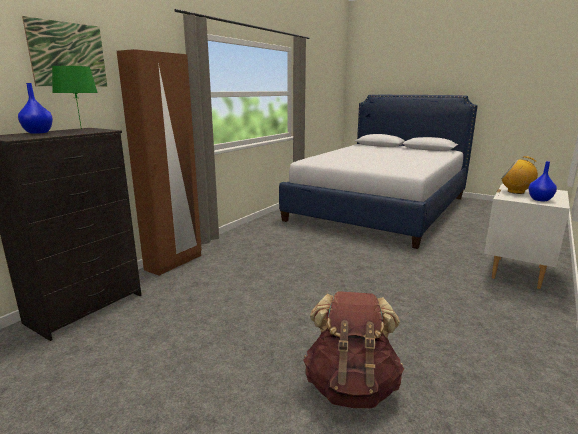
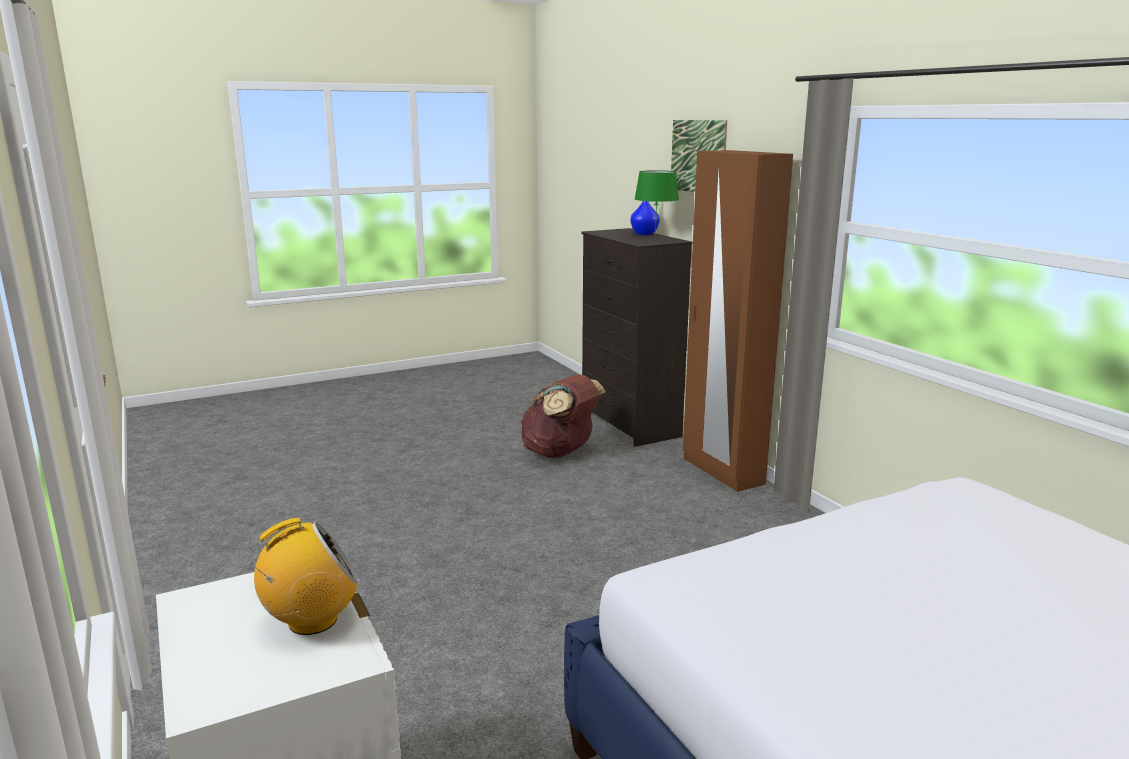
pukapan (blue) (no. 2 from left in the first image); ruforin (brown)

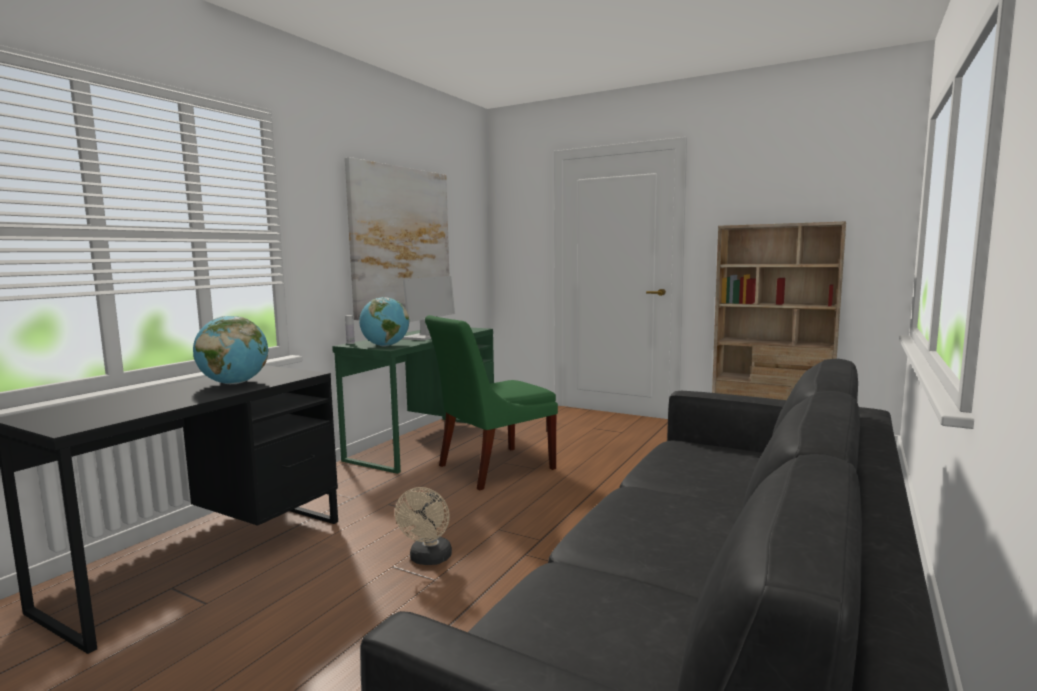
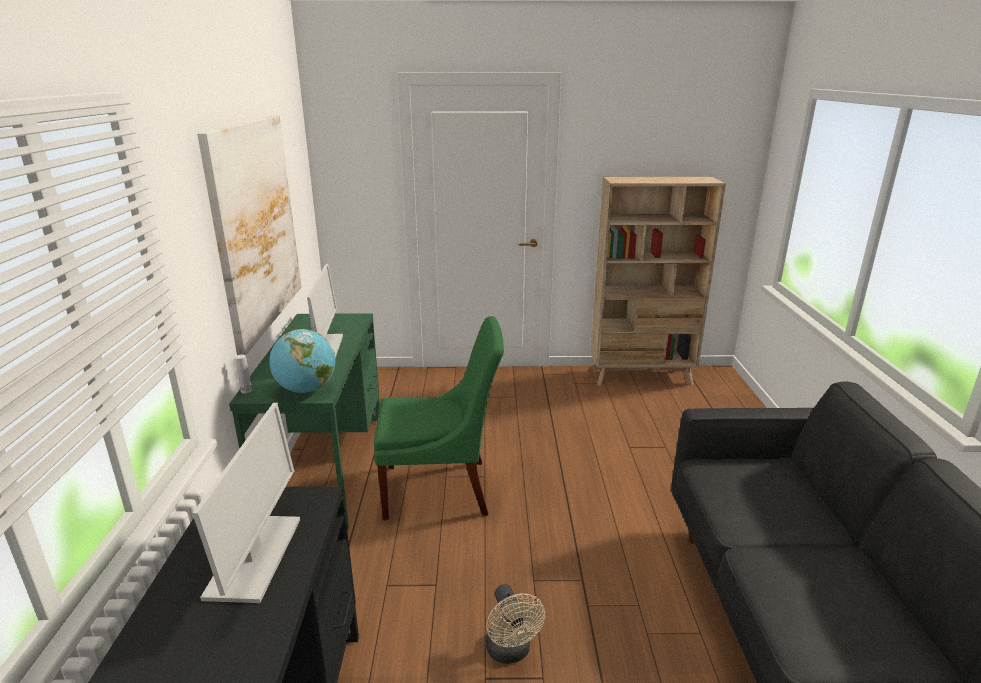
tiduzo (no. 1 from left); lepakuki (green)

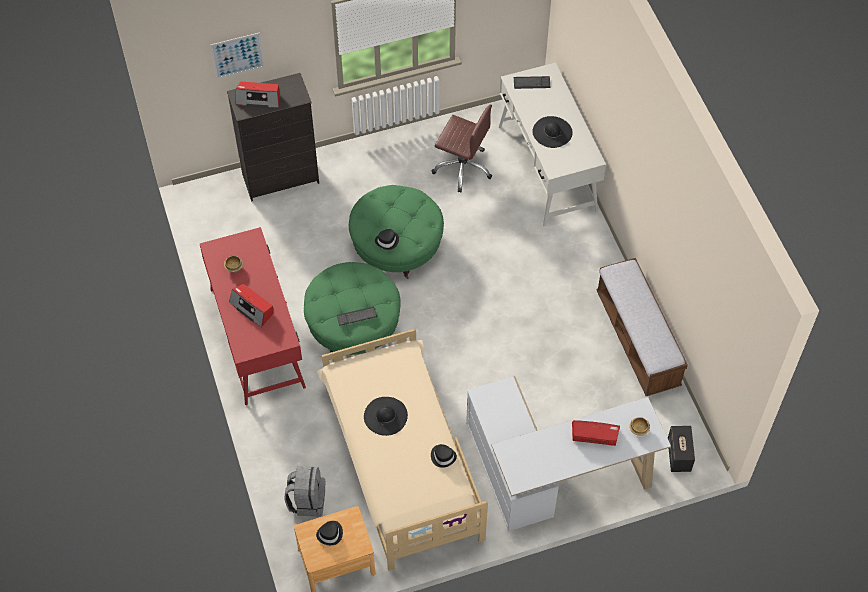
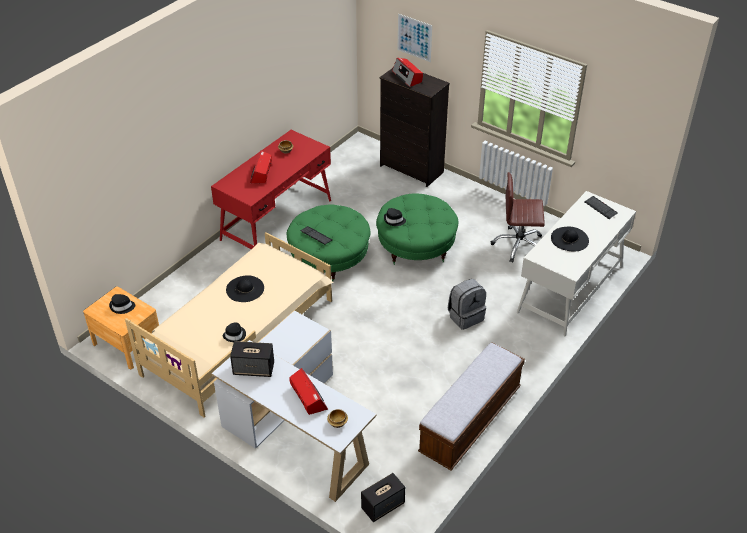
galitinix (no. 1 from left); ruforin (grey); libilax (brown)

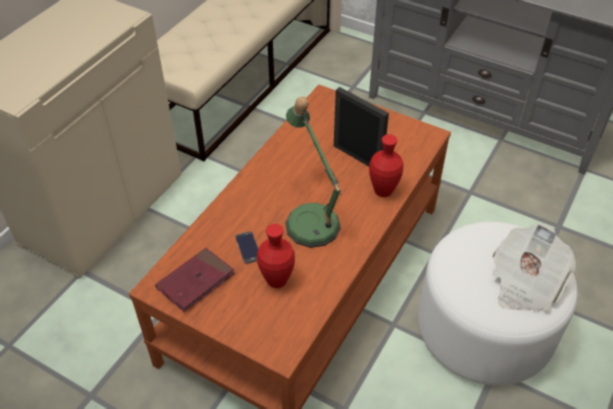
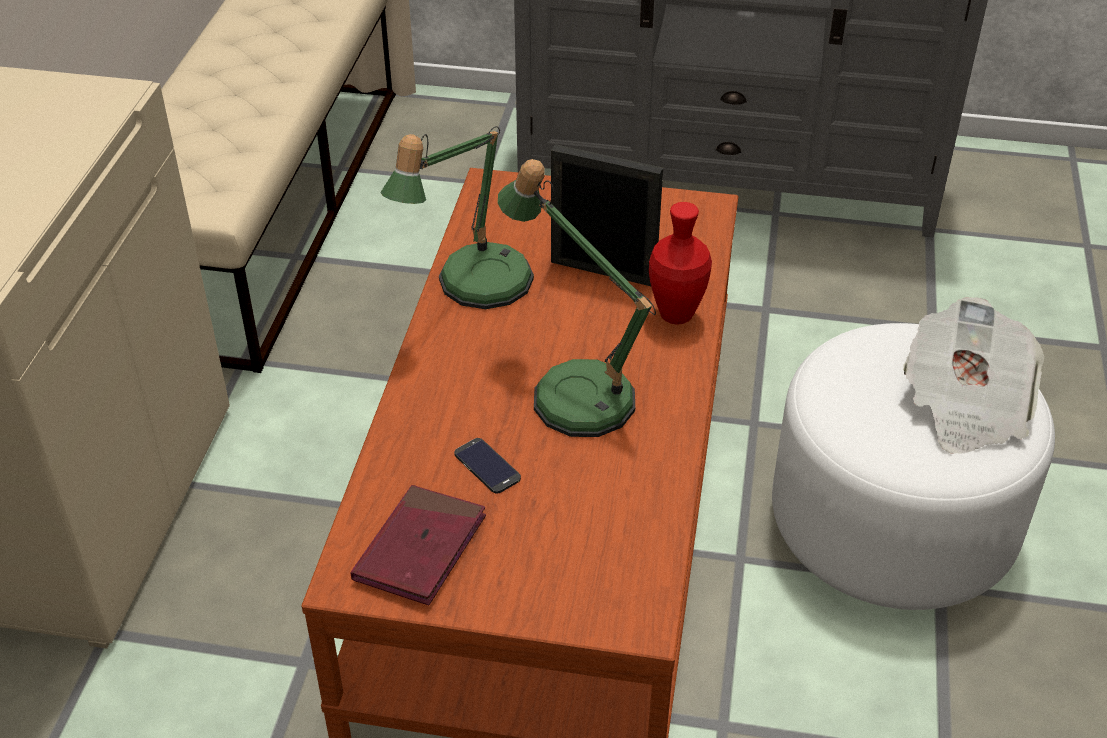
pukapan (red) (no. 1 from left in the first image); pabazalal (no. 1 from left)

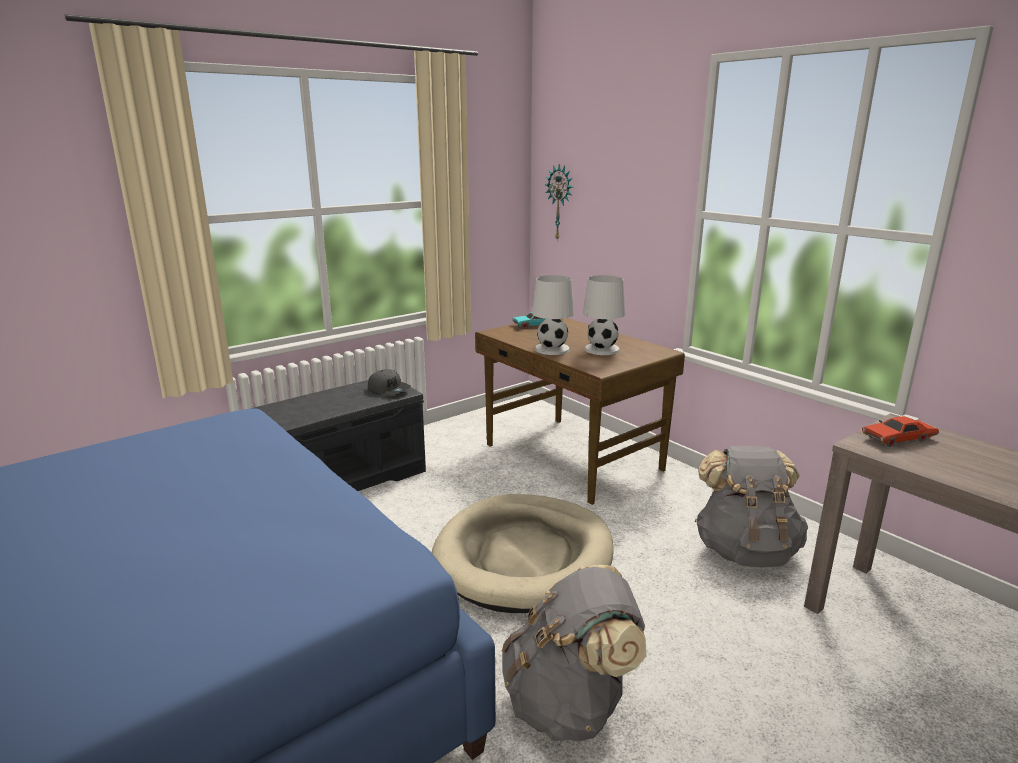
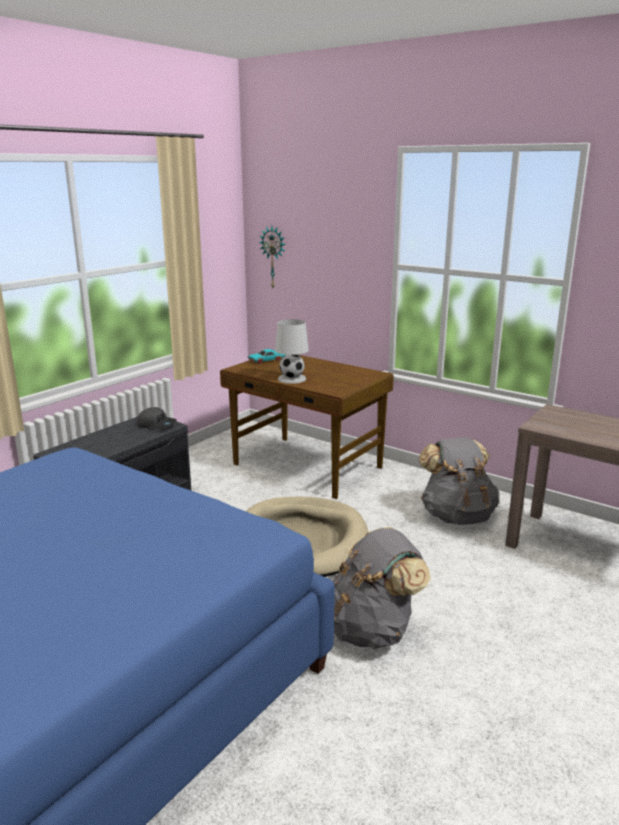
pabazalal (white) (no. 2 from left in the first image); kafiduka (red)

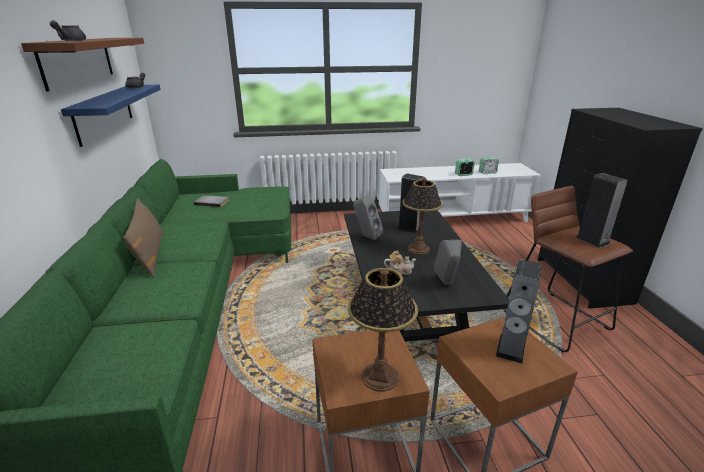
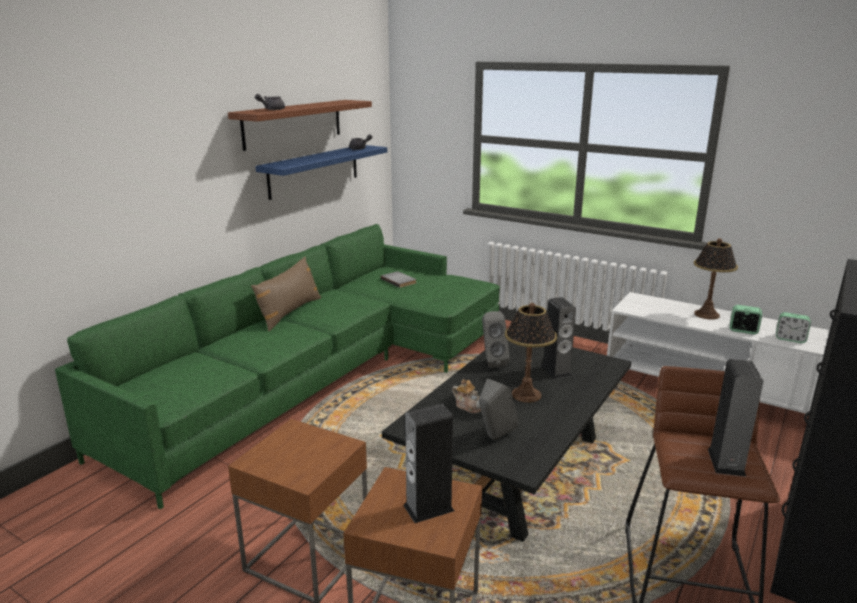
pabazalal (no. 2 from left)

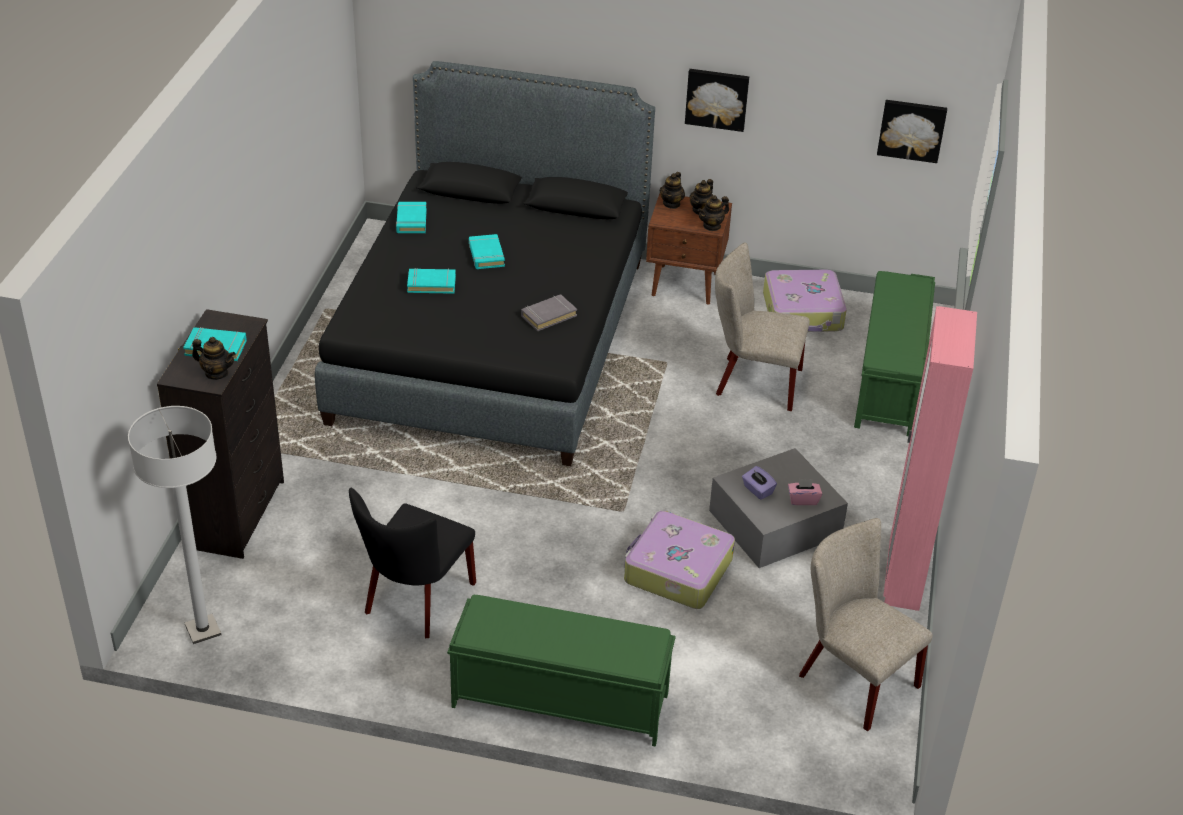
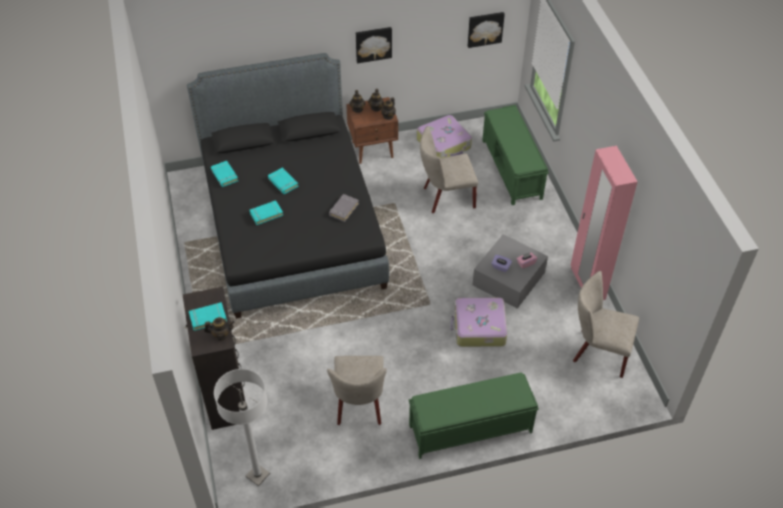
lepakuki (beige) (no. 1 from left)

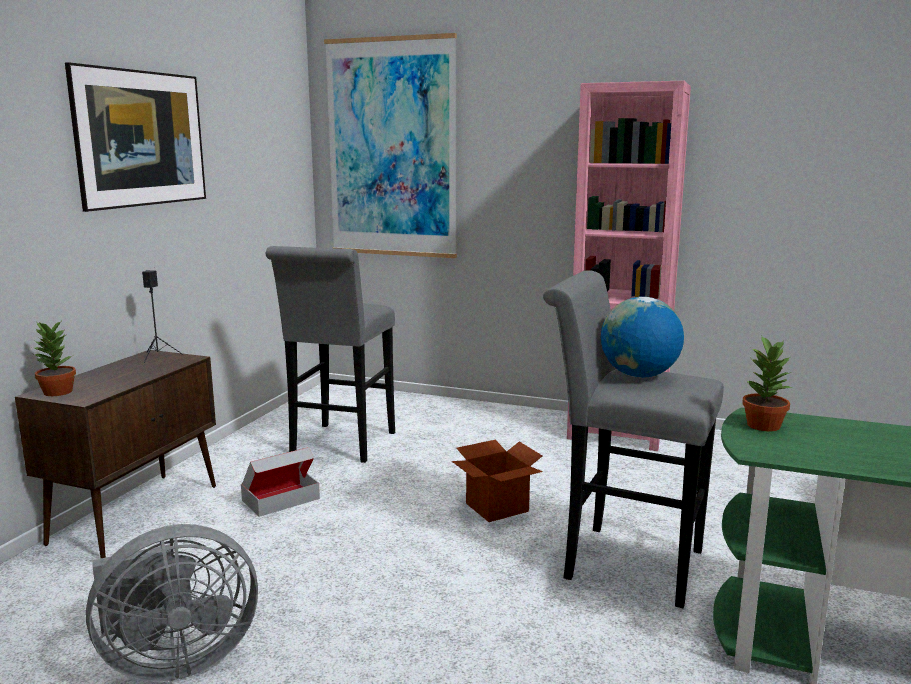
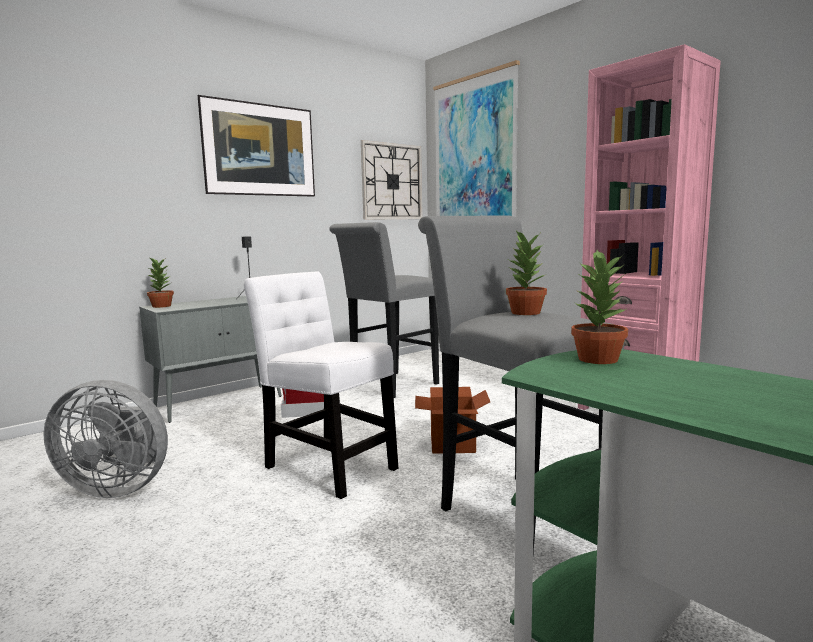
lepakuki (white); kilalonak; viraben (no. 2 from left); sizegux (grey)

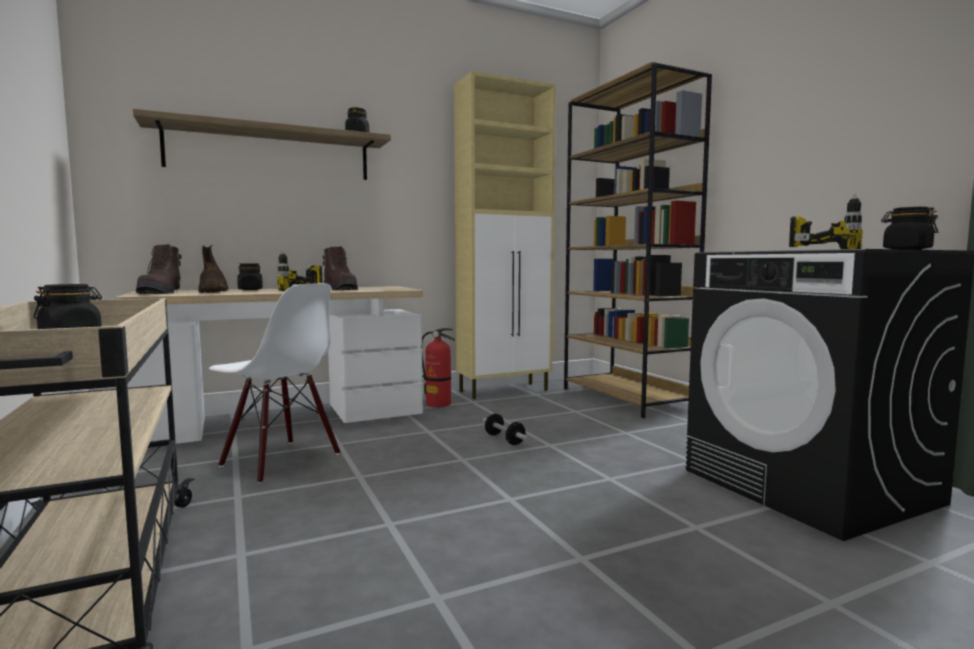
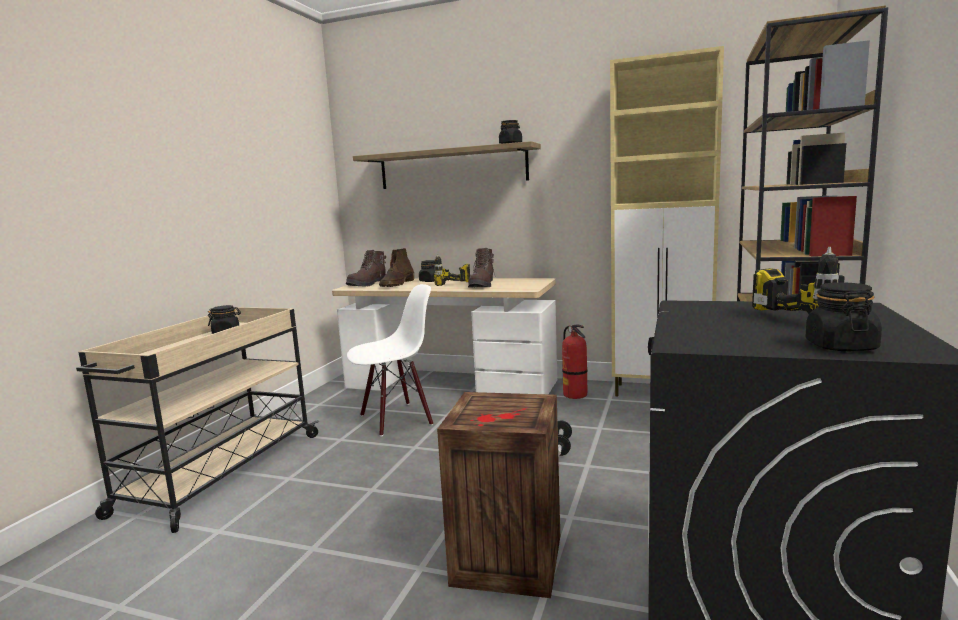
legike; lepakuki (white)

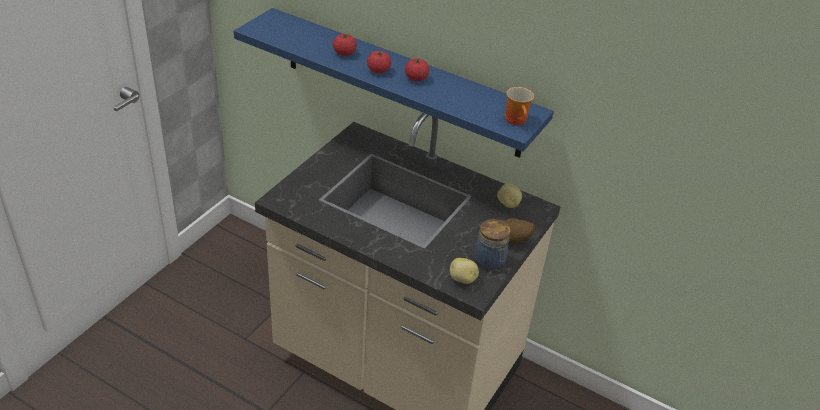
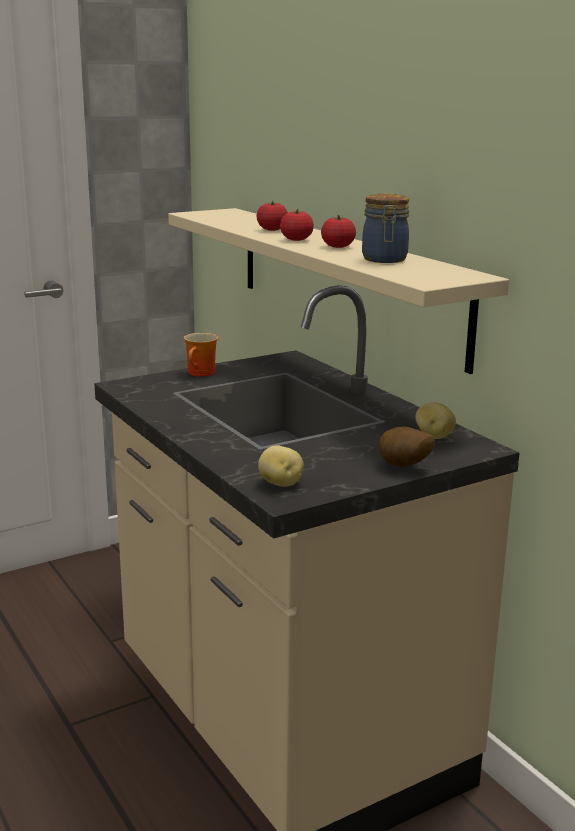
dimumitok; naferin; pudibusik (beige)

